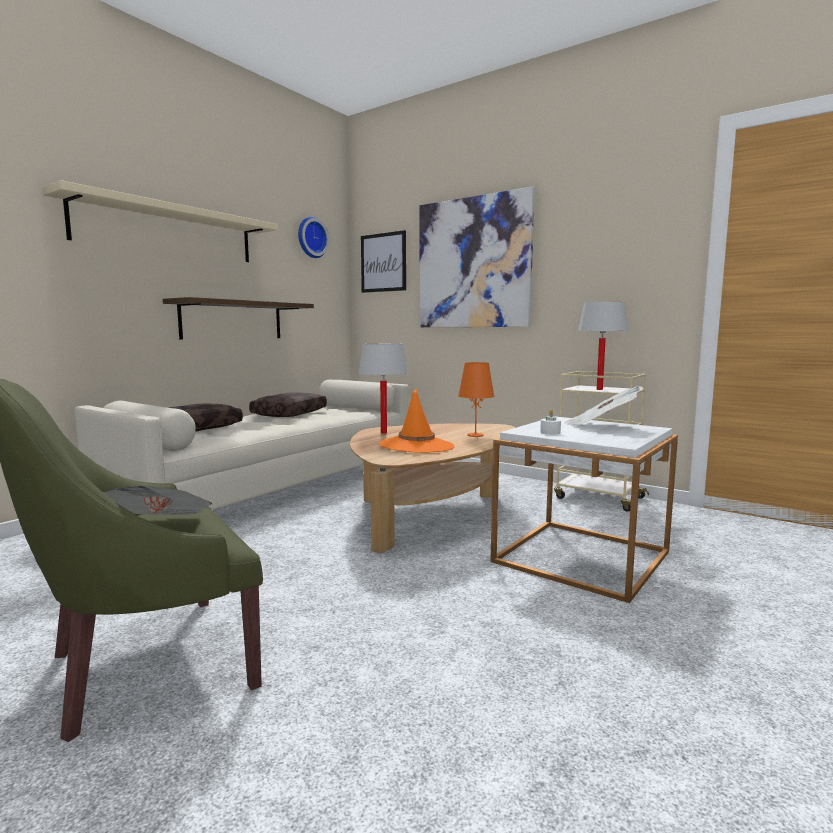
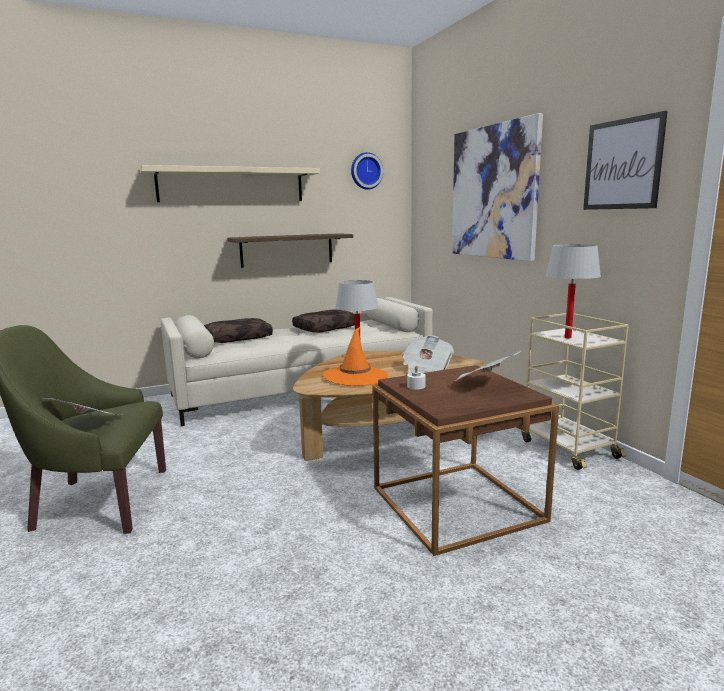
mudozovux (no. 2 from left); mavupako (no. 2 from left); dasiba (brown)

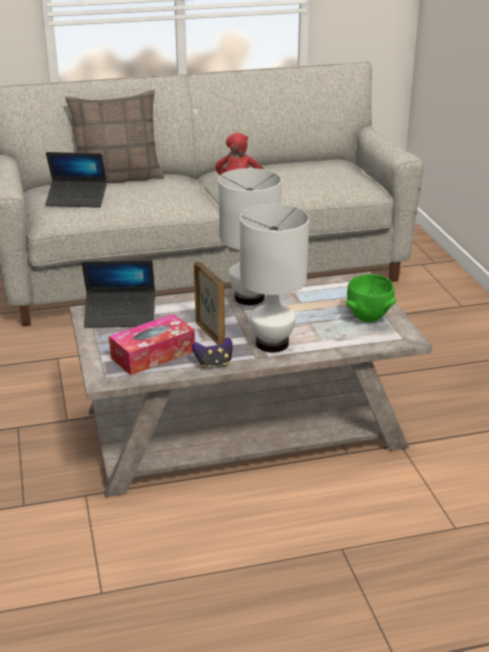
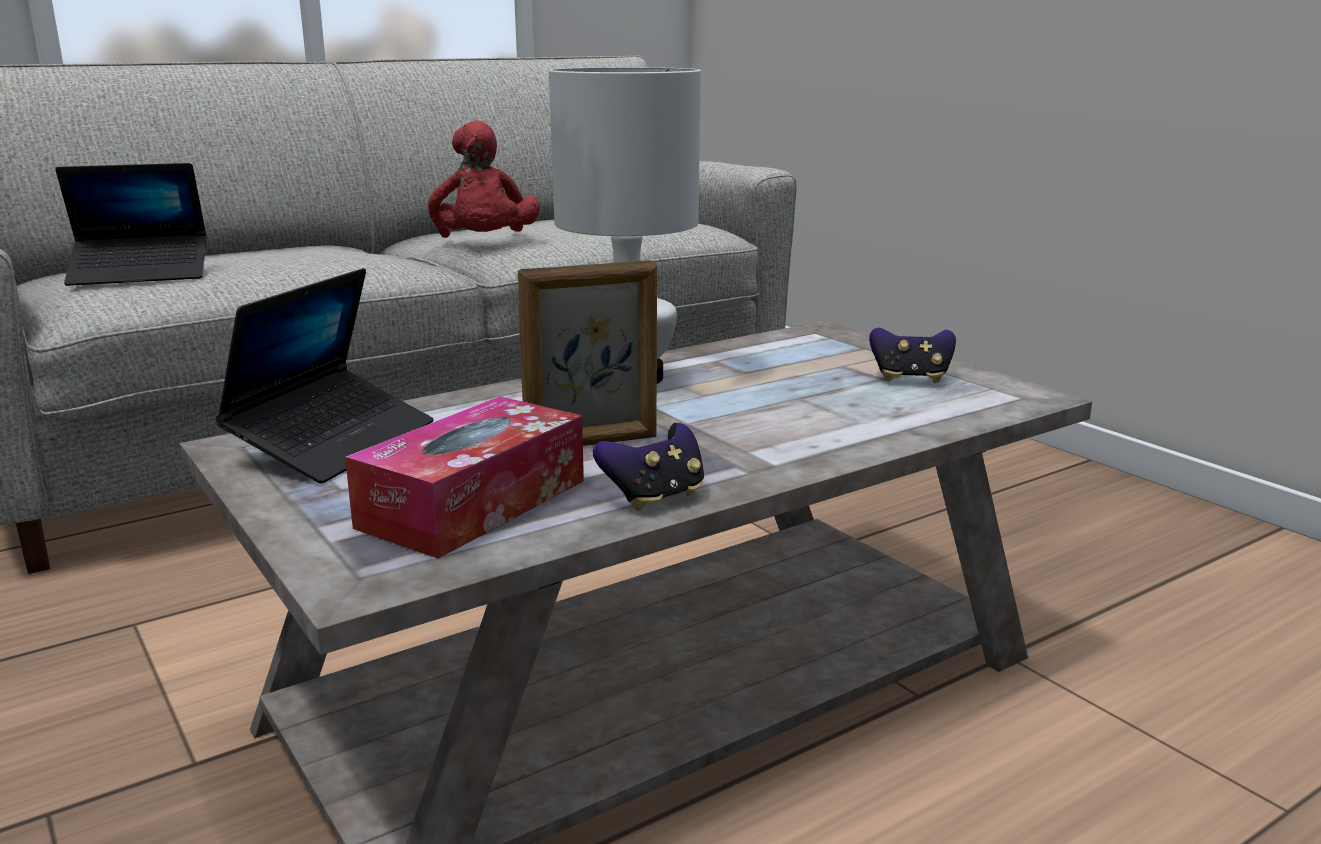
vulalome; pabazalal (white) (no. 2 from left in the first image); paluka (no. 2 from left); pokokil (no. 2 from left); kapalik

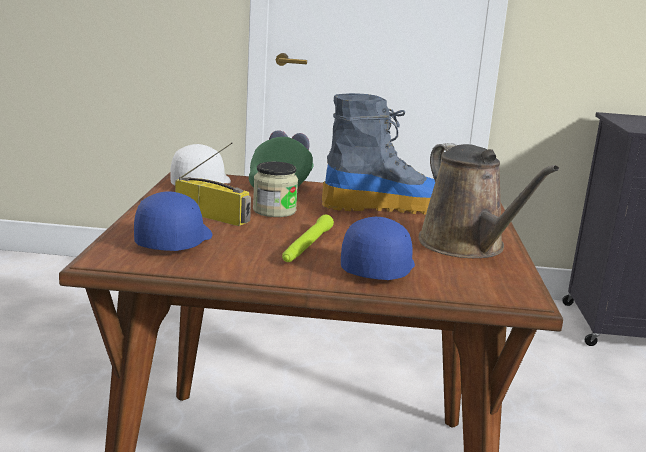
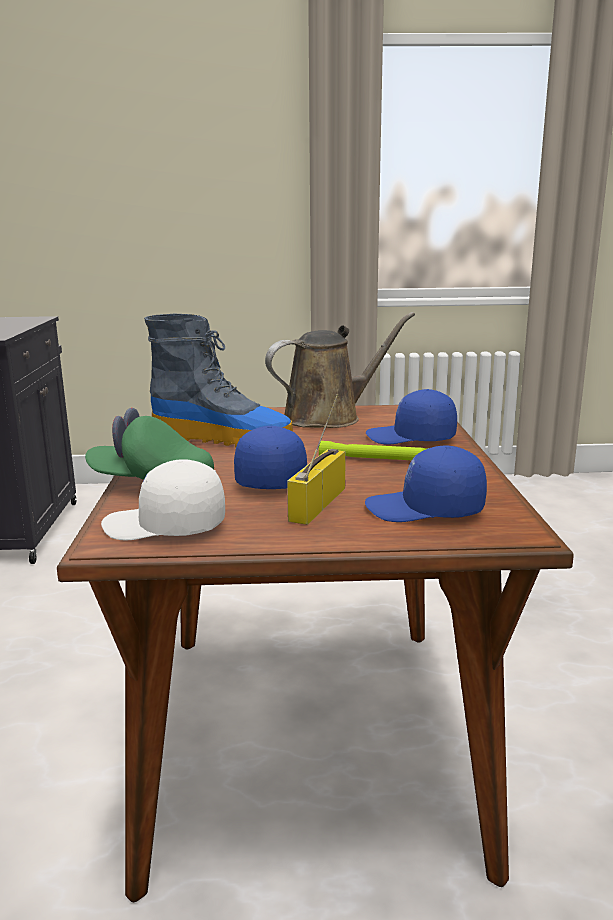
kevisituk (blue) (no. 1 from left); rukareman

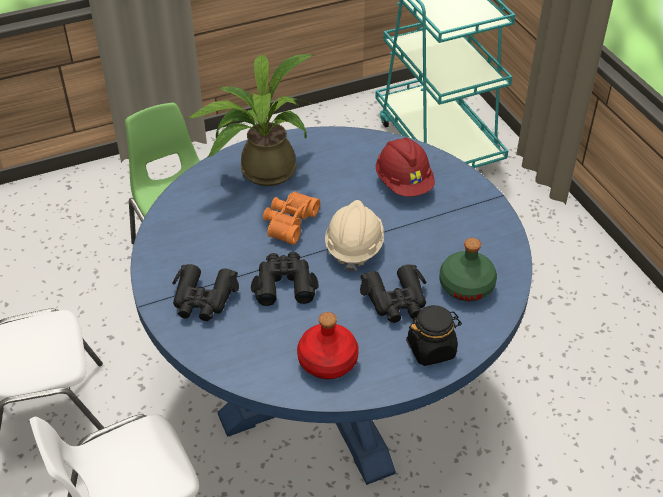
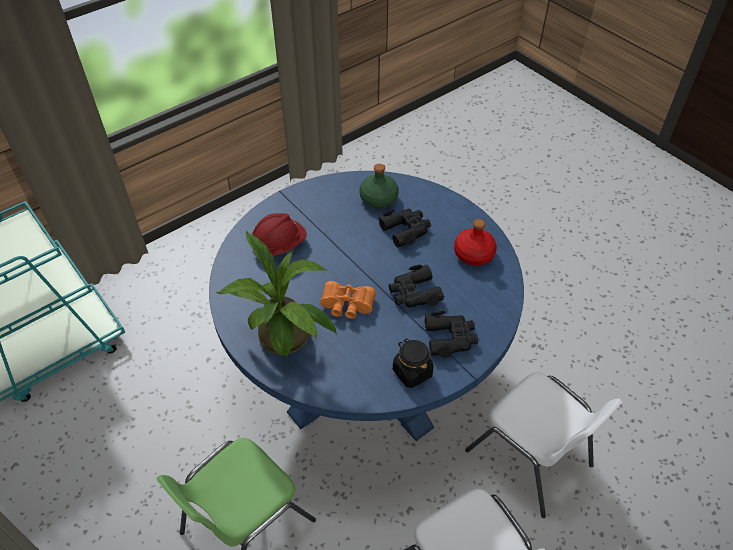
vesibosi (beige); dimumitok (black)

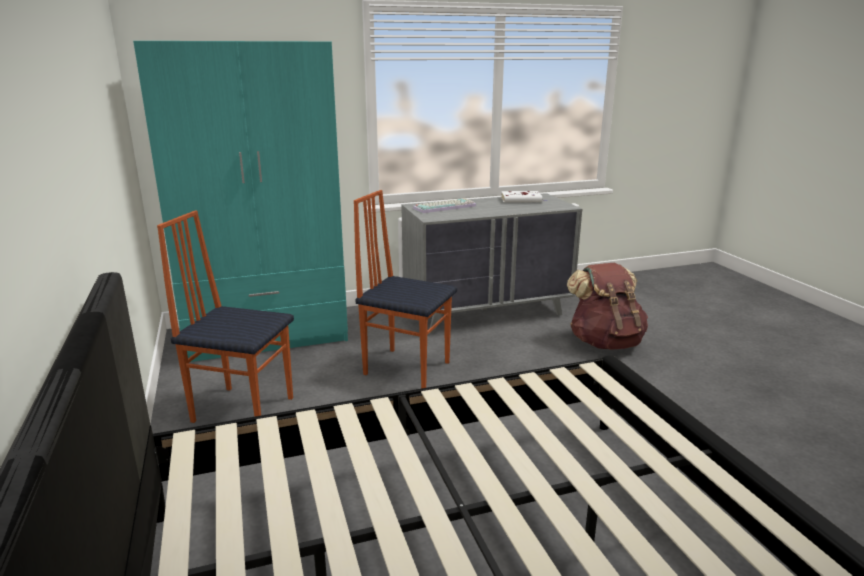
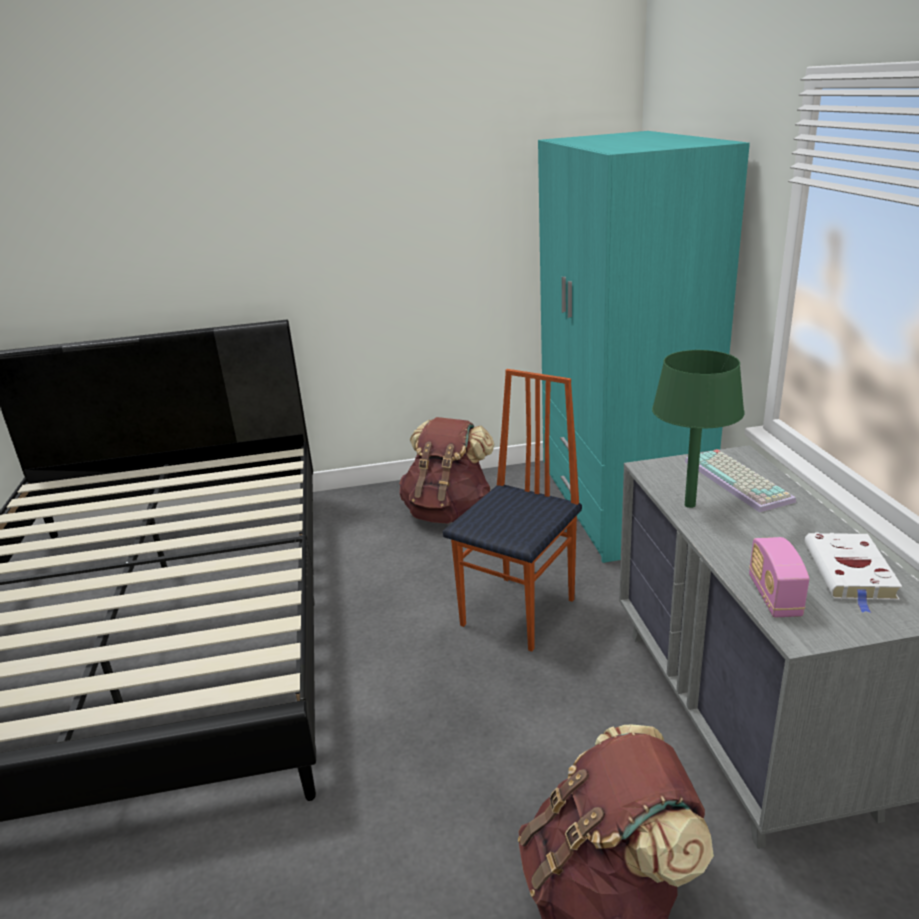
pabazalal (green); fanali; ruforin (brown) (no. 1 from left)

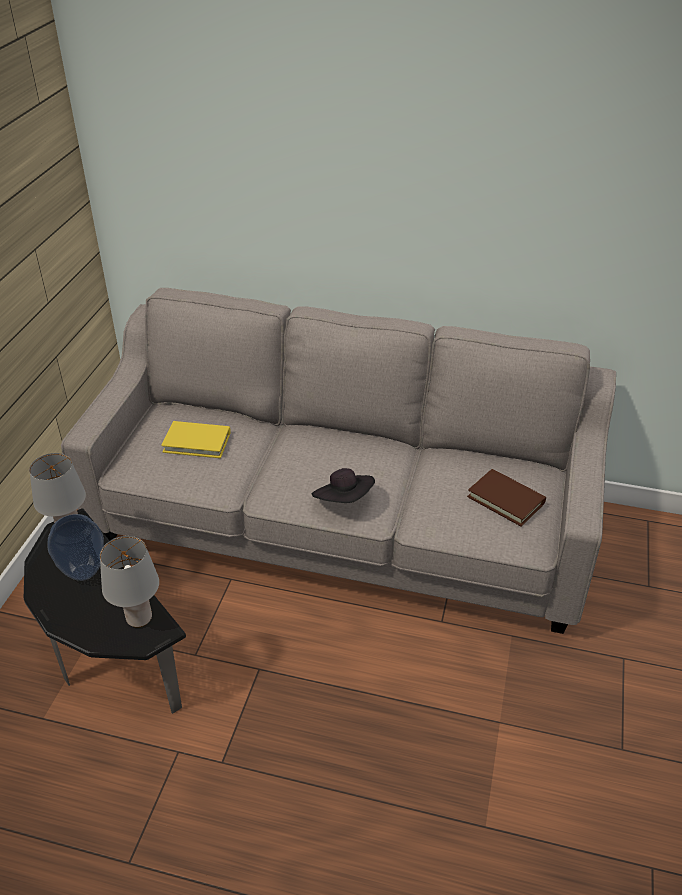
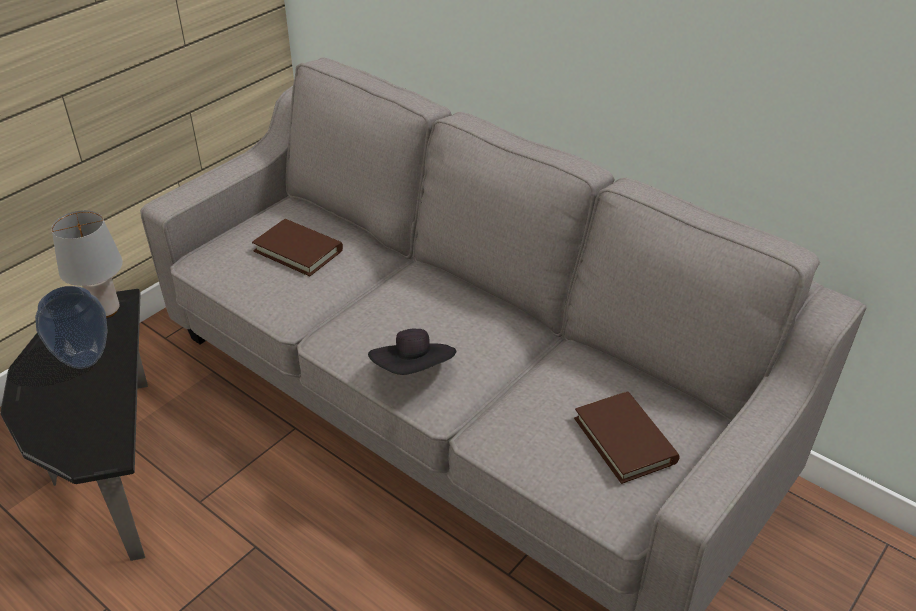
pabazalal (grey) (no. 2 from left in the first image); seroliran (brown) (no. 1 from left)

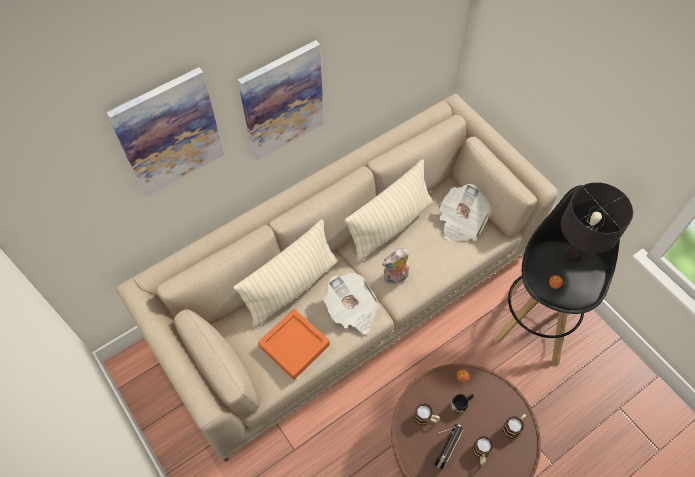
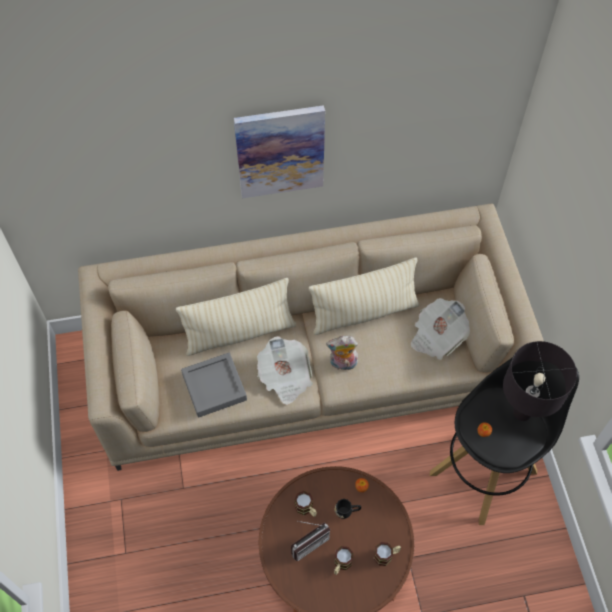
mudozovux (no. 1 from left in the first image); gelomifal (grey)

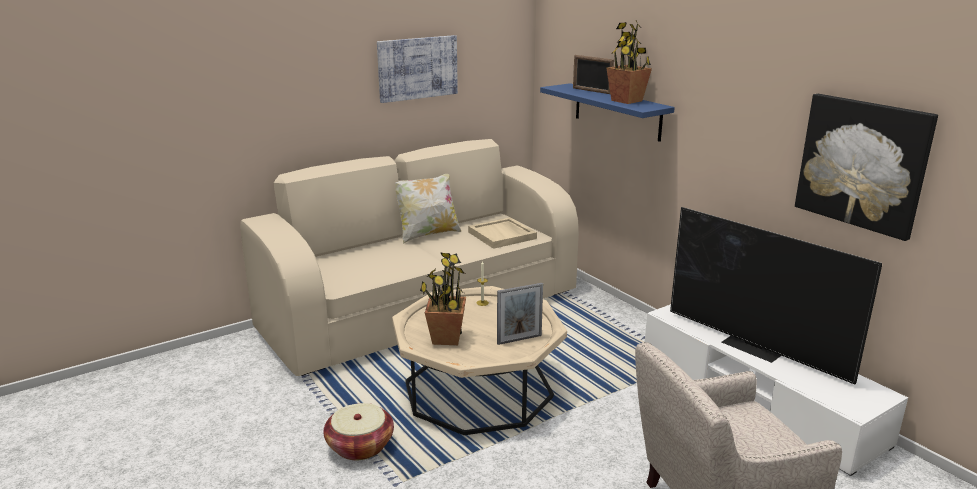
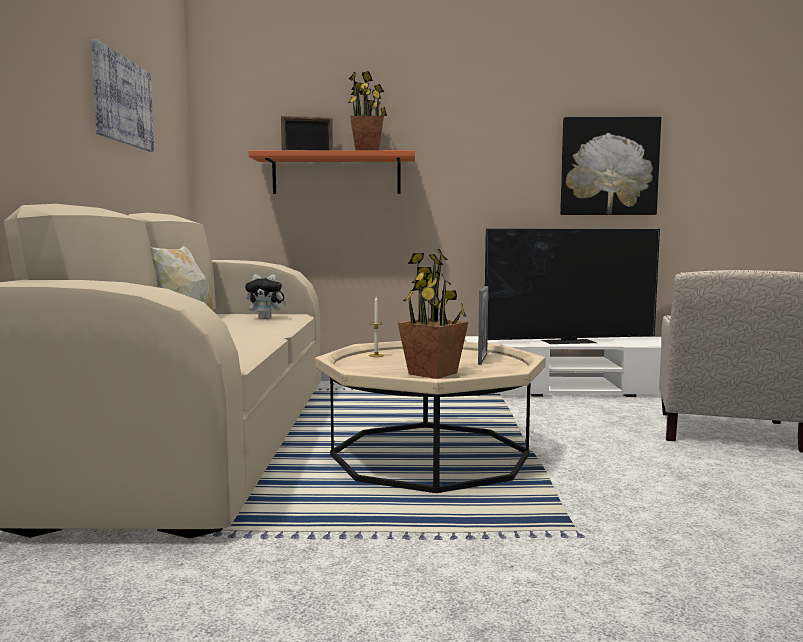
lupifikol; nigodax; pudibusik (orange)

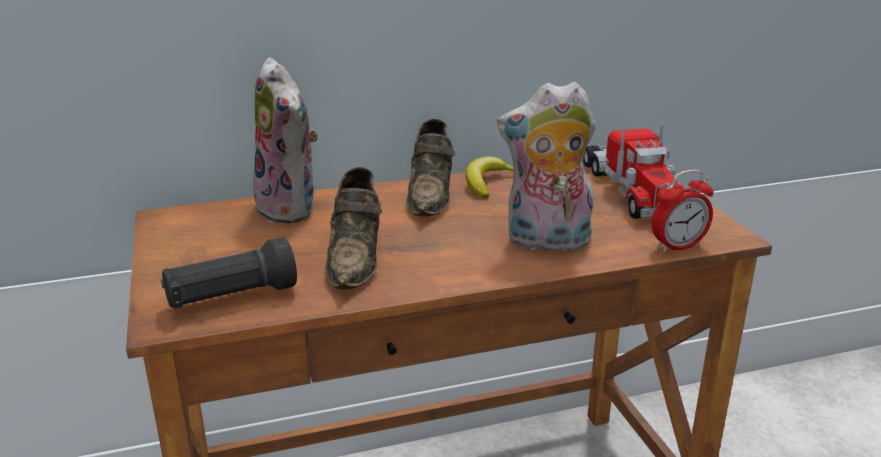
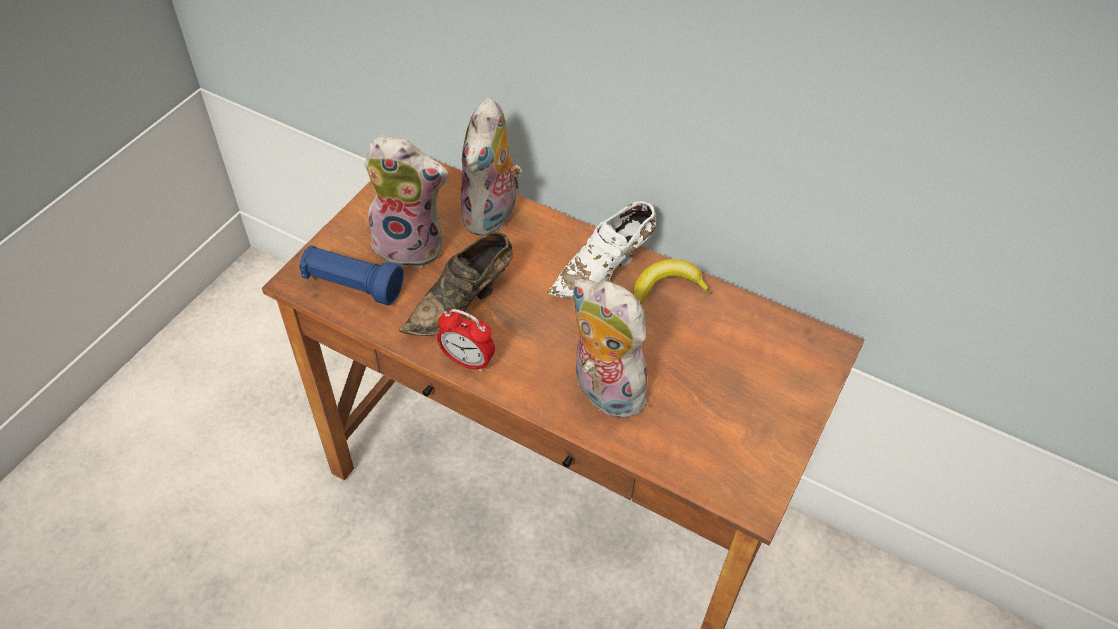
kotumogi; nigodax (no. 1 from left); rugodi; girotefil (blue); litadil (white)

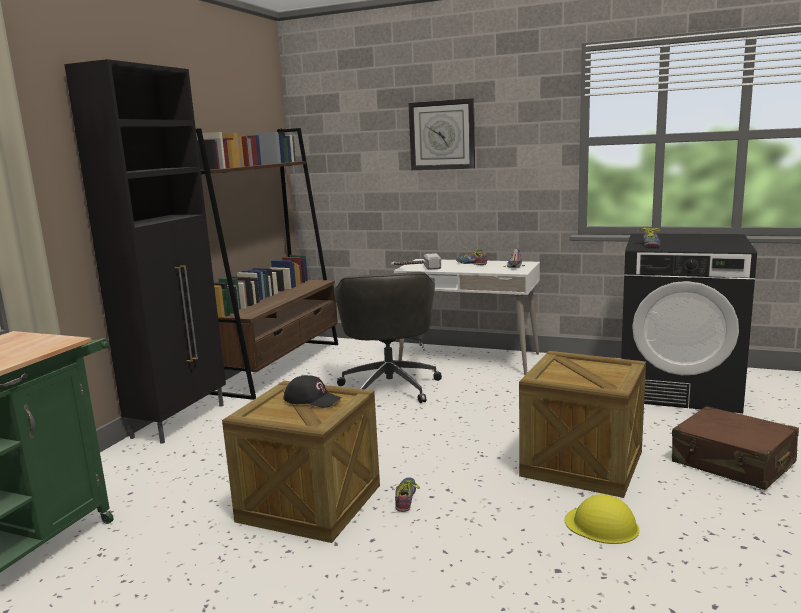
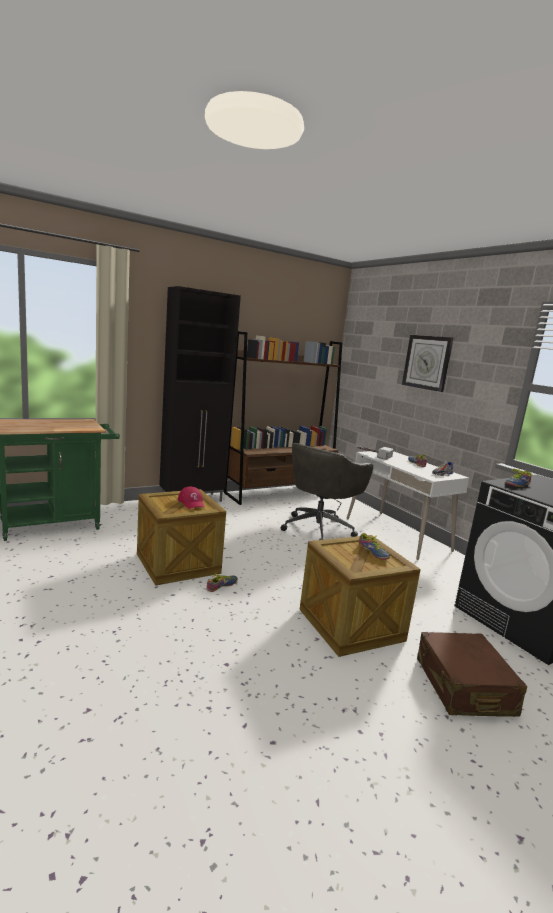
vesibosi (yellow); litadil (no. 2 from left); kevisituk (red)

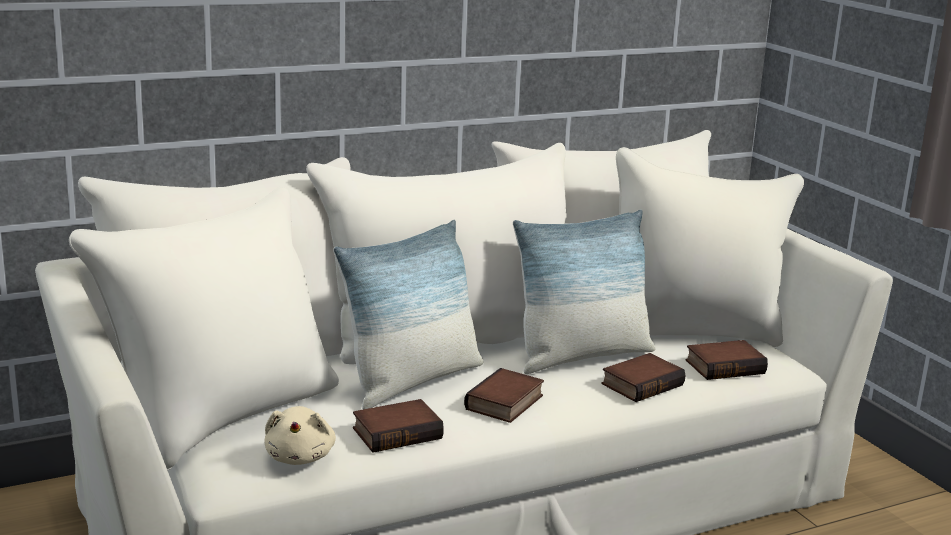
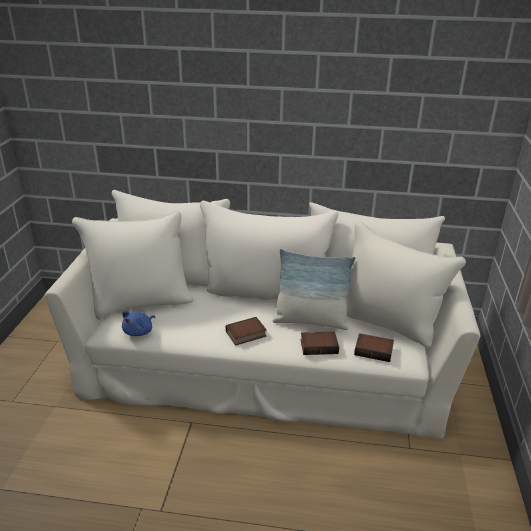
vulalome (no. 1 from left in the first image); seroliran (no. 1 from left in the first image); nigodax (blue)

